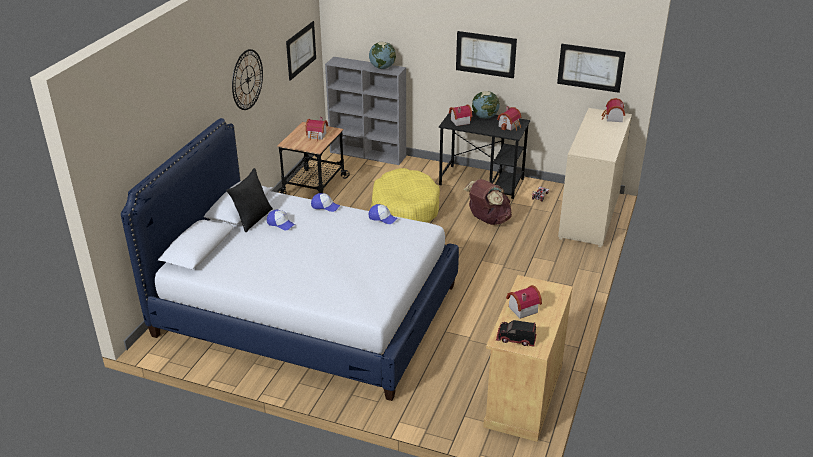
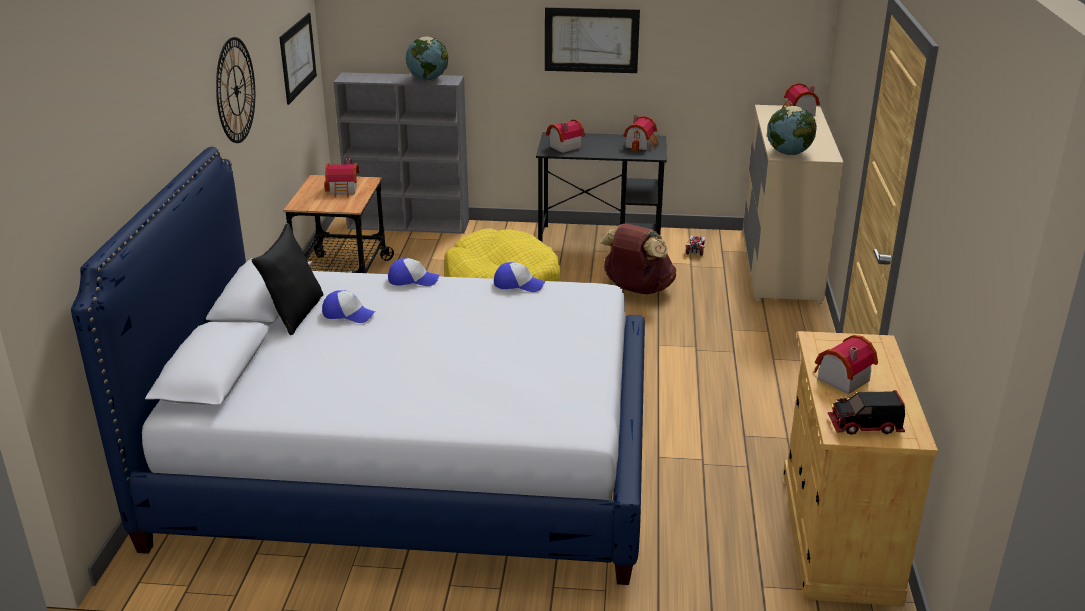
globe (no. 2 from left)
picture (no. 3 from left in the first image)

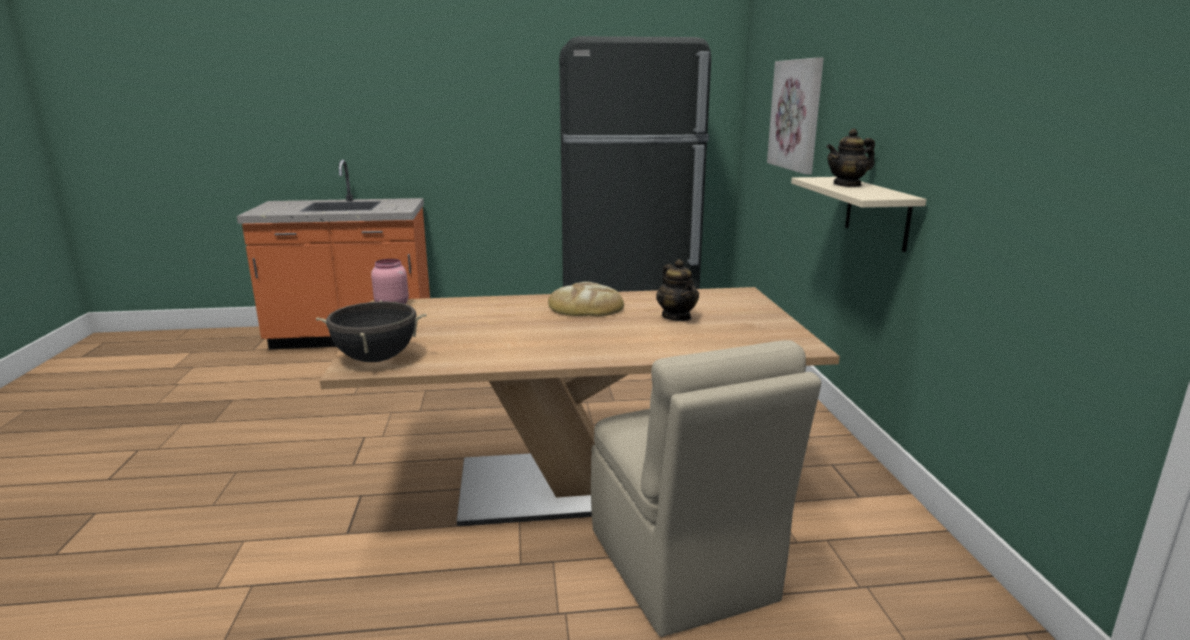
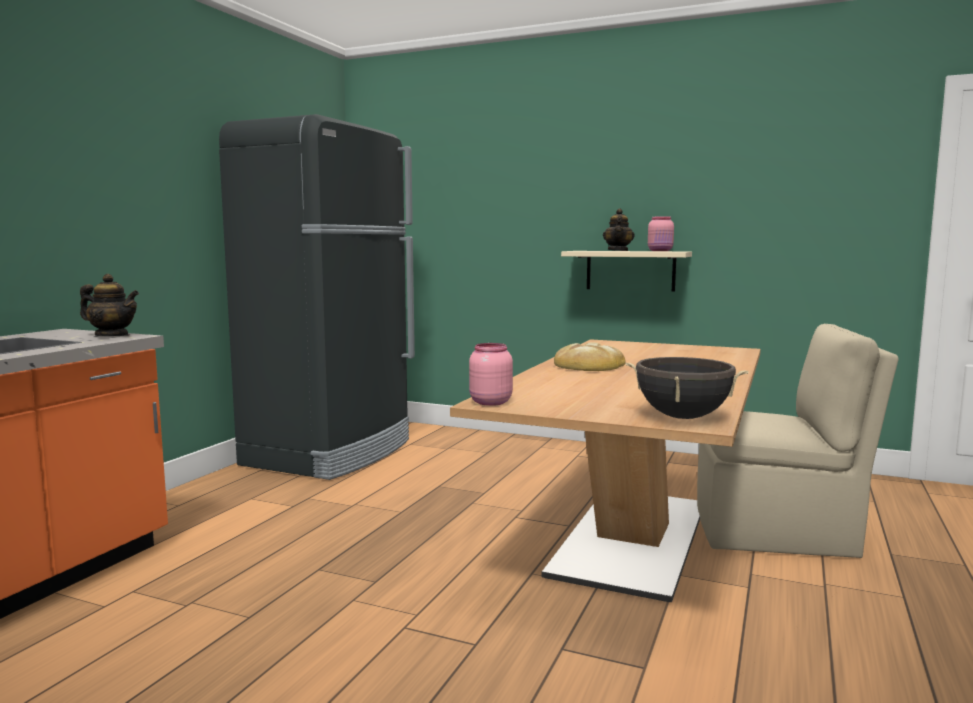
teapot (no. 1 from left)
picture
jar in pink (no. 2 from left)

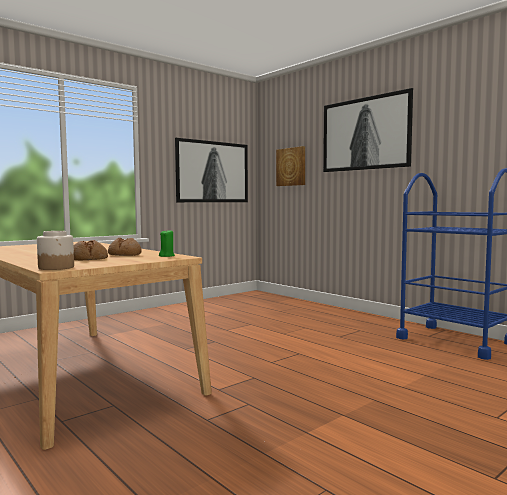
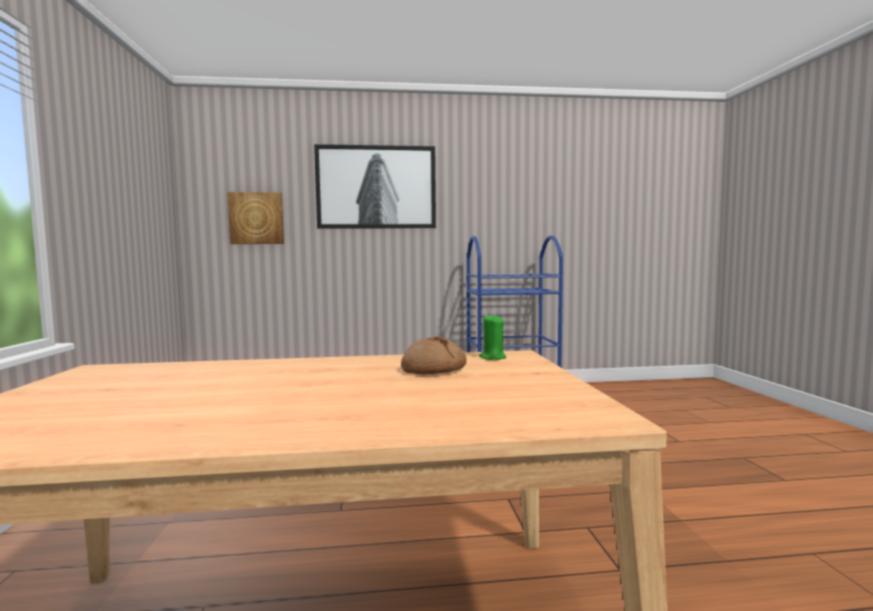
jar
bread (no. 1 from left in the first image)
picture (no. 1 from left in the first image)

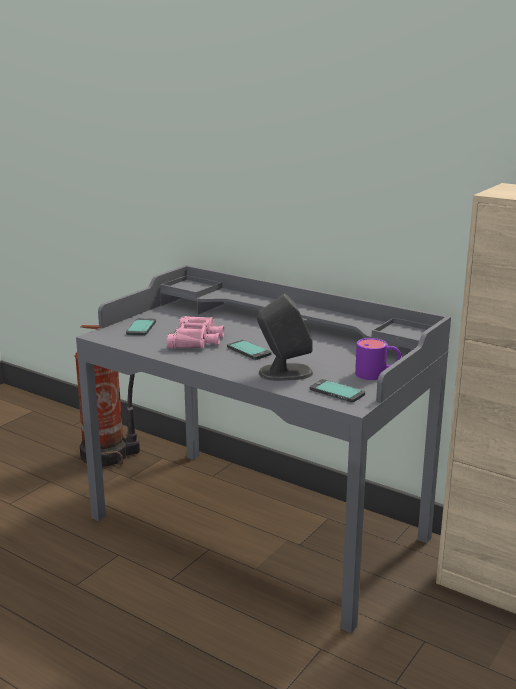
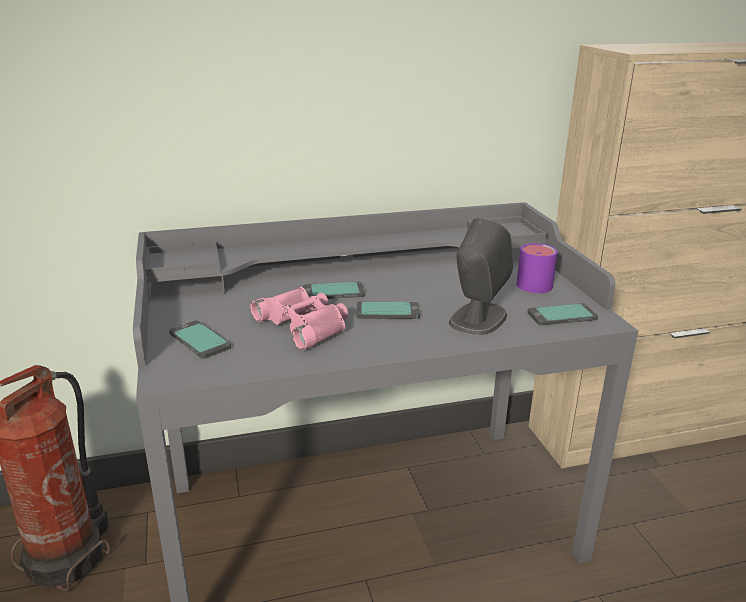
phone (no. 2 from left)

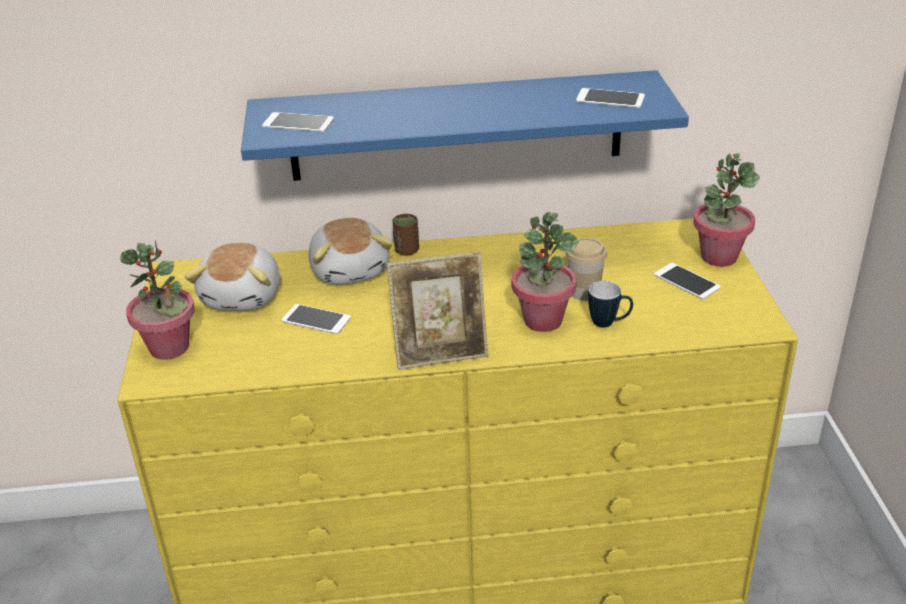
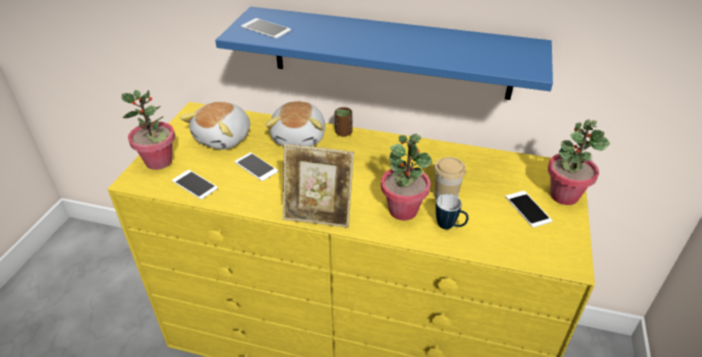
phone (no. 1 from left)

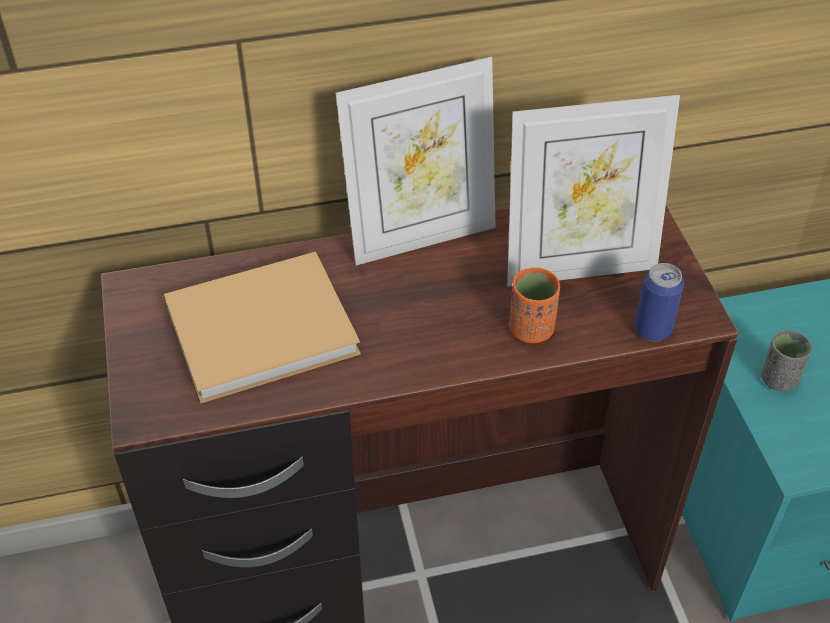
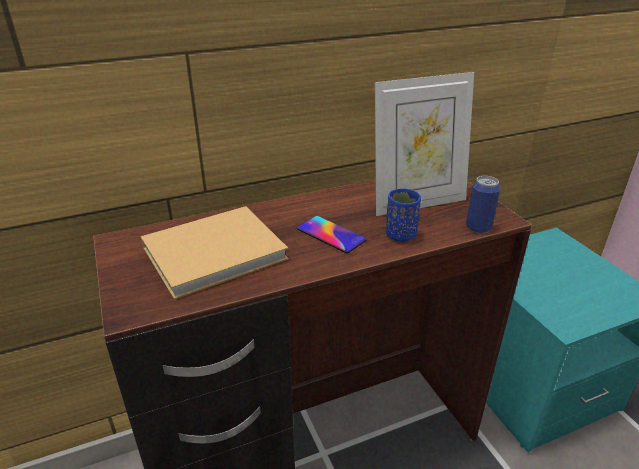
picture frame (no. 1 from left in the first image)
cup in blue
cup in grey
phone

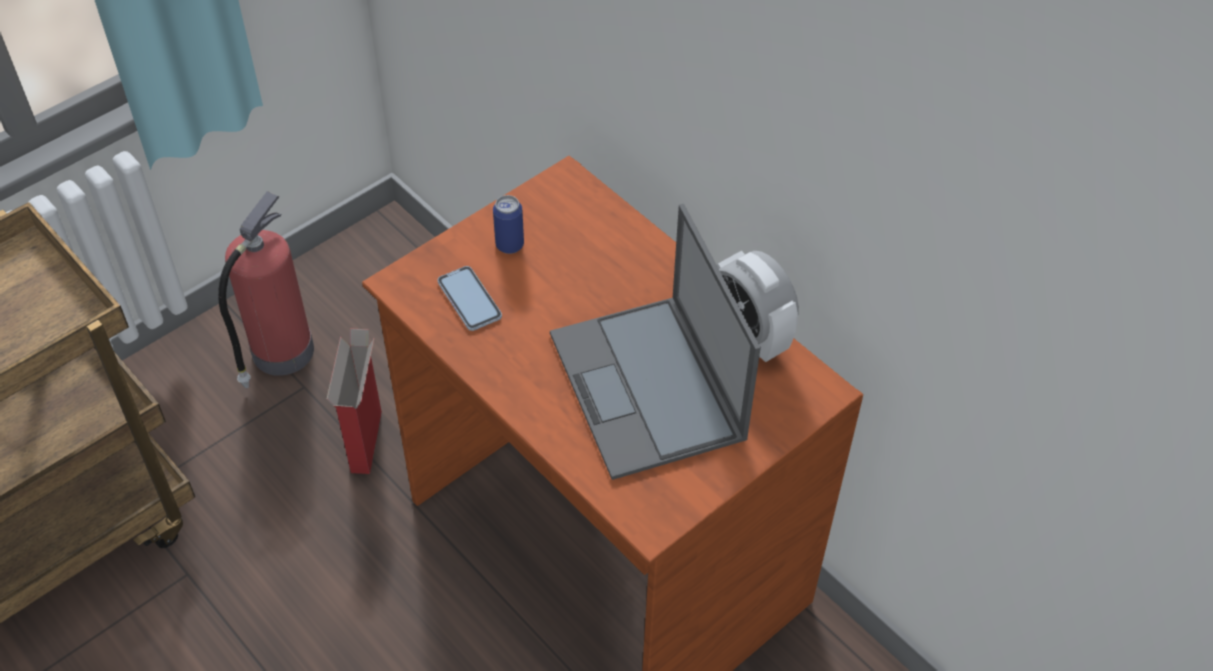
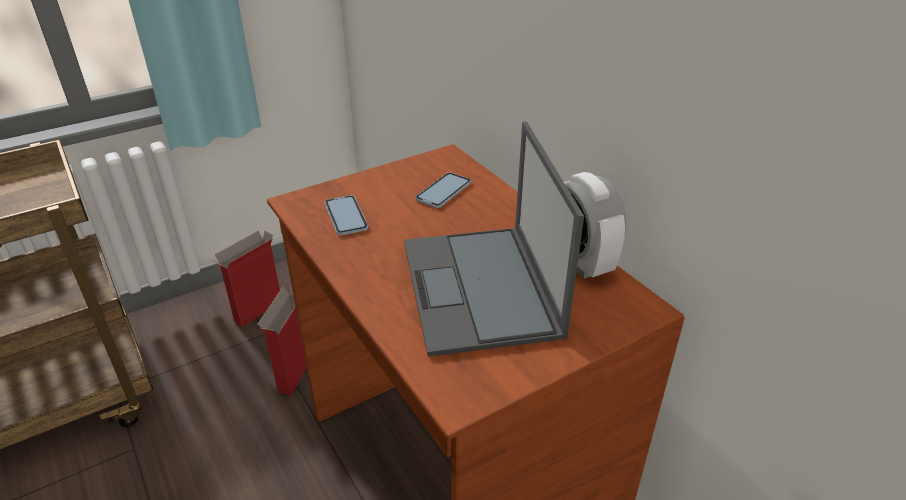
cardboard box (no. 1 from left)
can
phone (no. 2 from left)

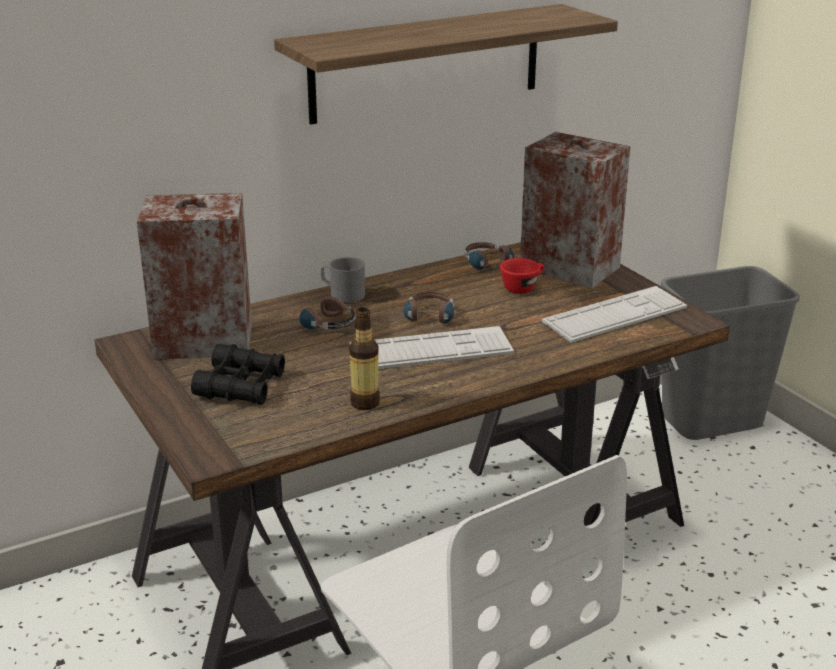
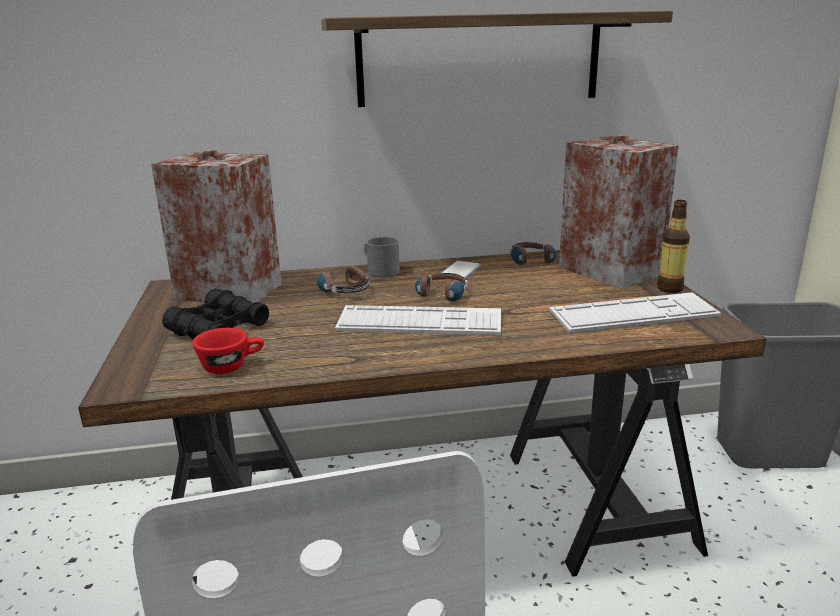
bottle
cup in red
phone

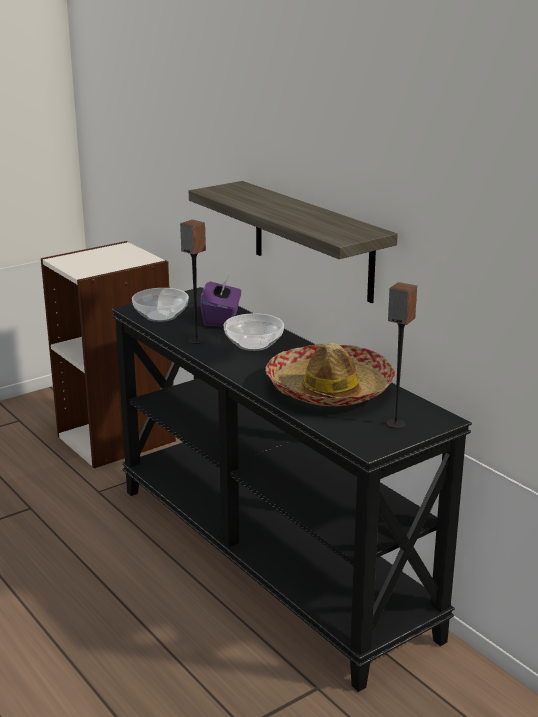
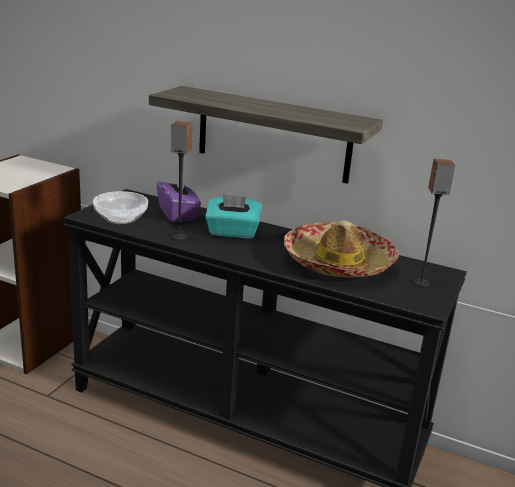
tissue box in turquoise

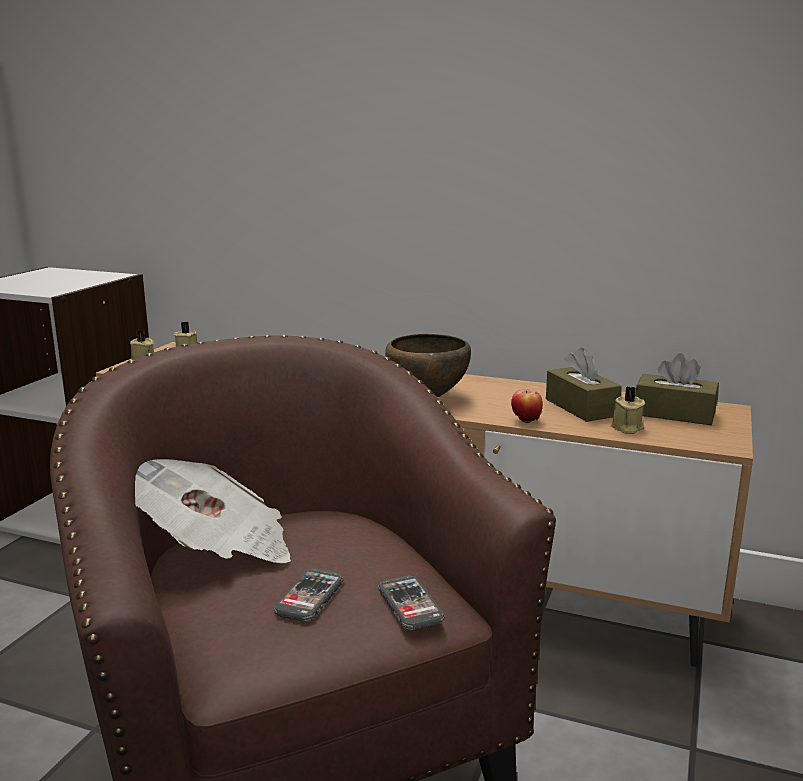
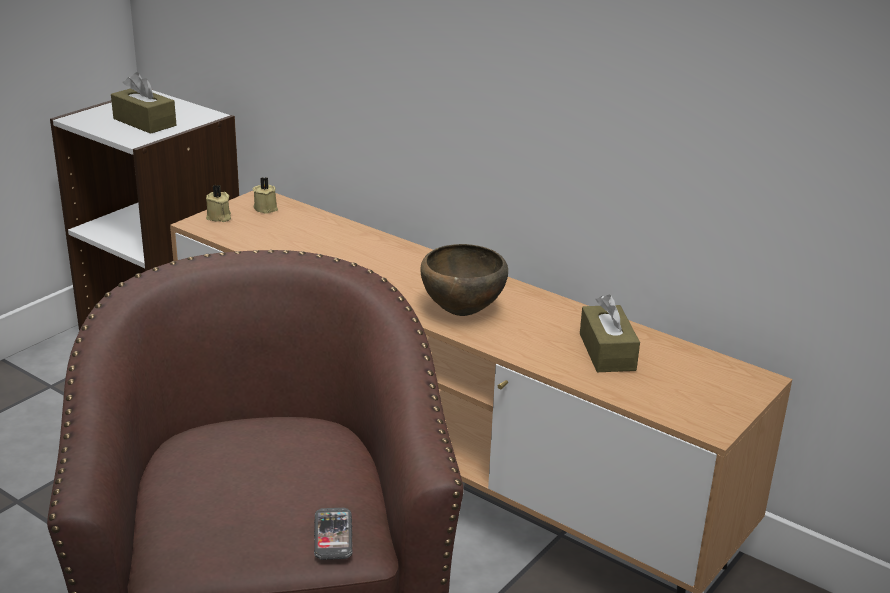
newspaper
phone (no. 1 from left in the first image)
apple
candle in beige (no. 3 from left in the first image)
tissue box in brown (no. 1 from left)

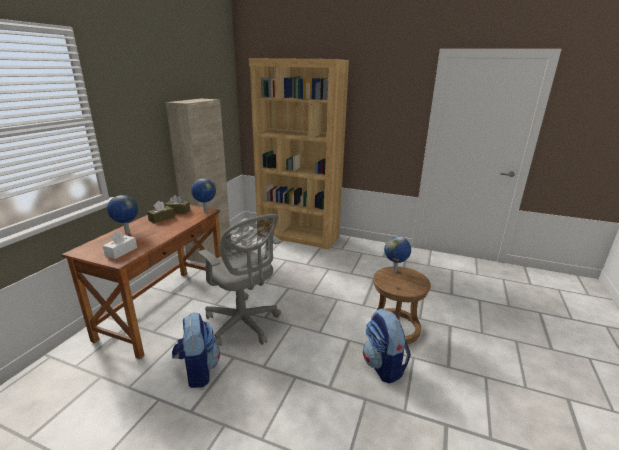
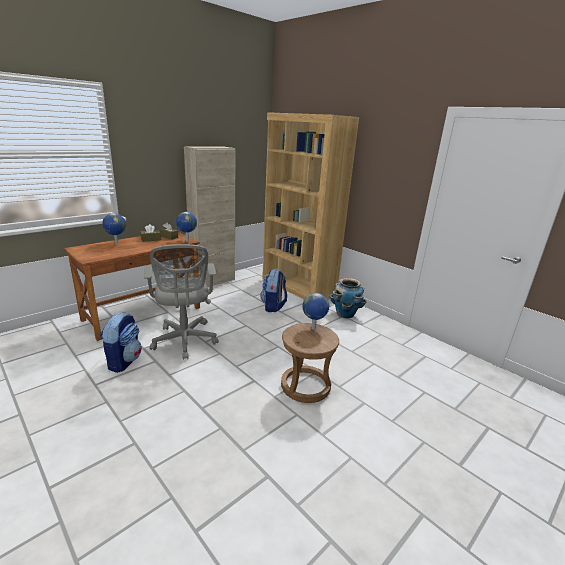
tissue box in white
backpack (no. 2 from left)
planter

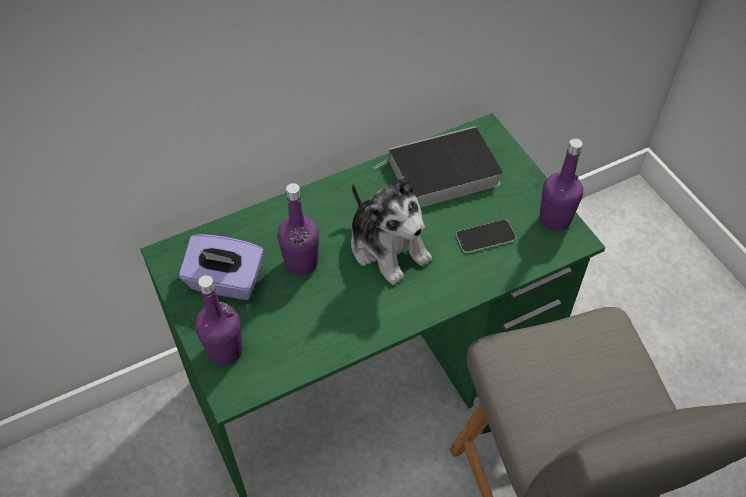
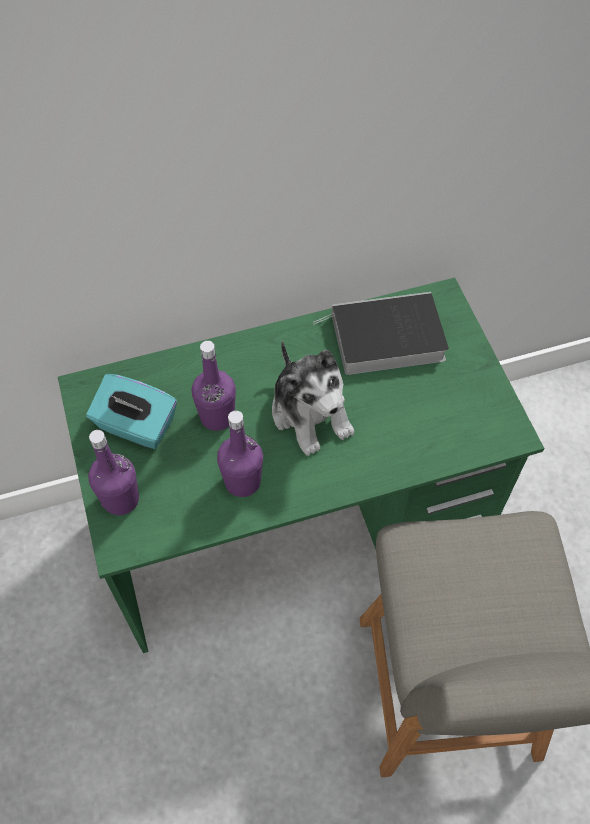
tissue box in turquoise
phone
bottle in purple (no. 3 from left)

